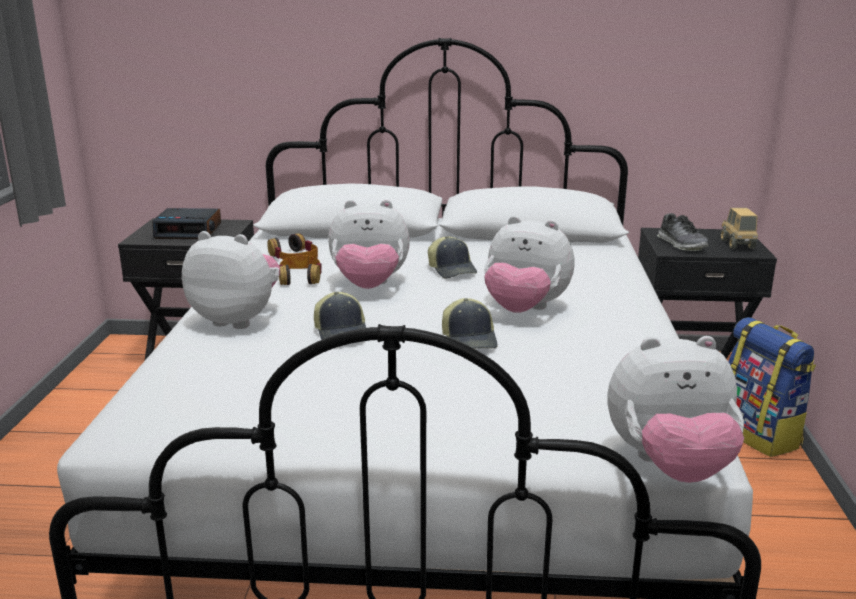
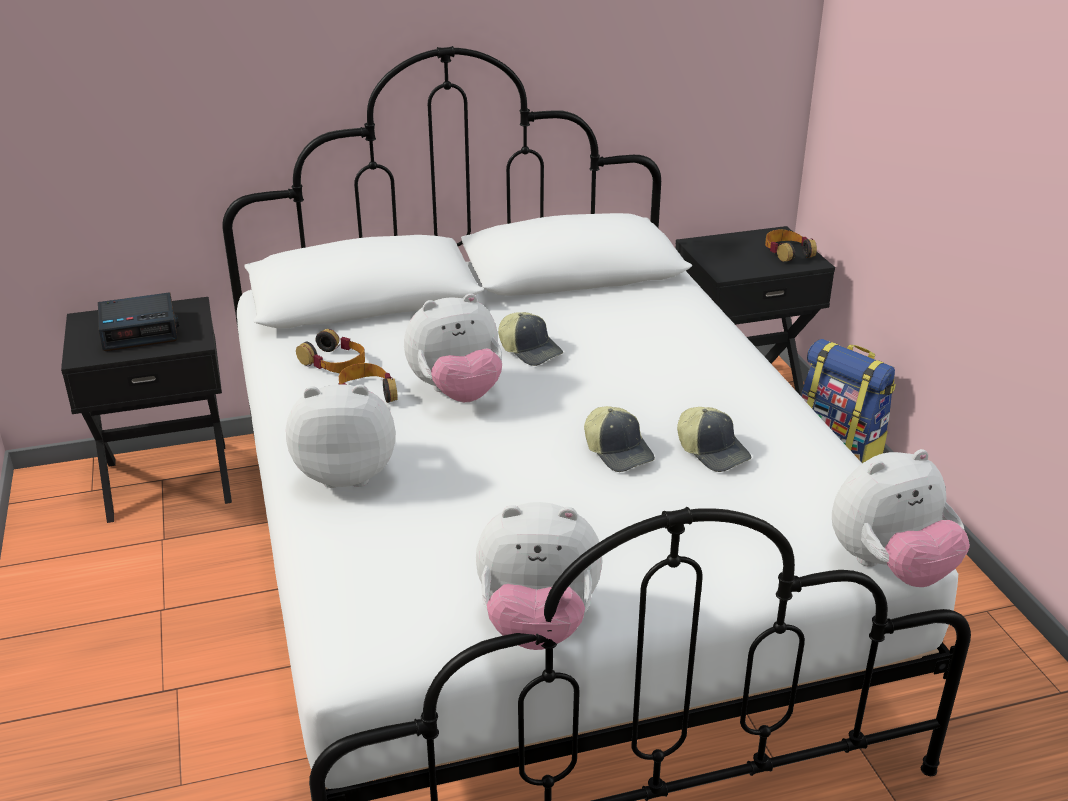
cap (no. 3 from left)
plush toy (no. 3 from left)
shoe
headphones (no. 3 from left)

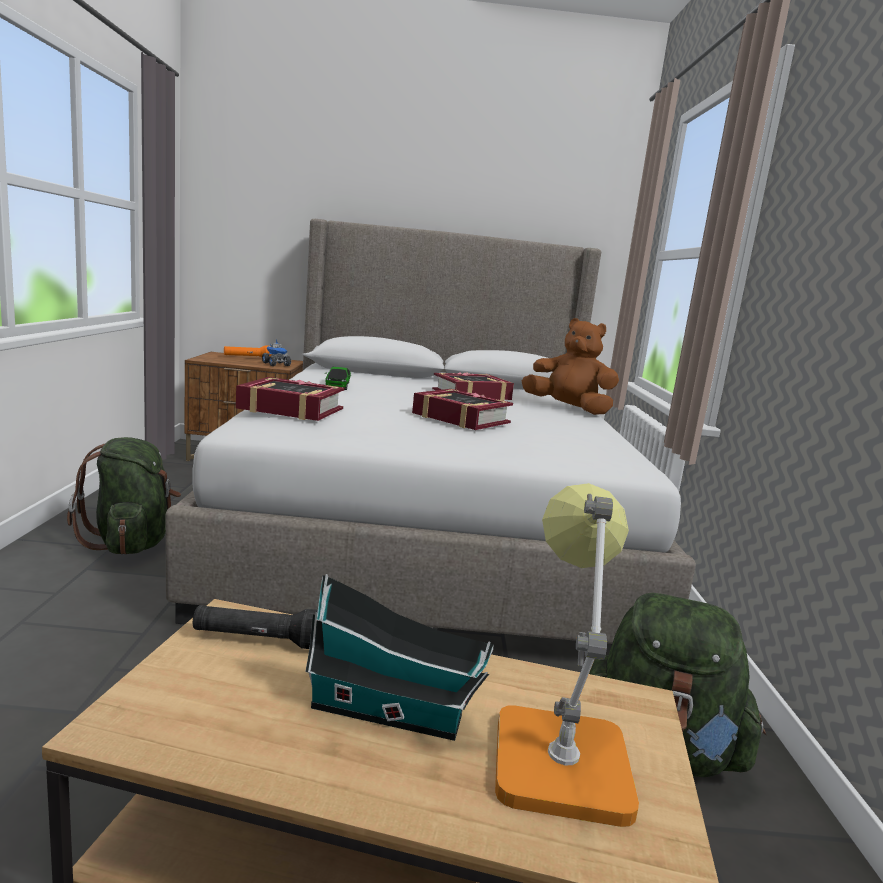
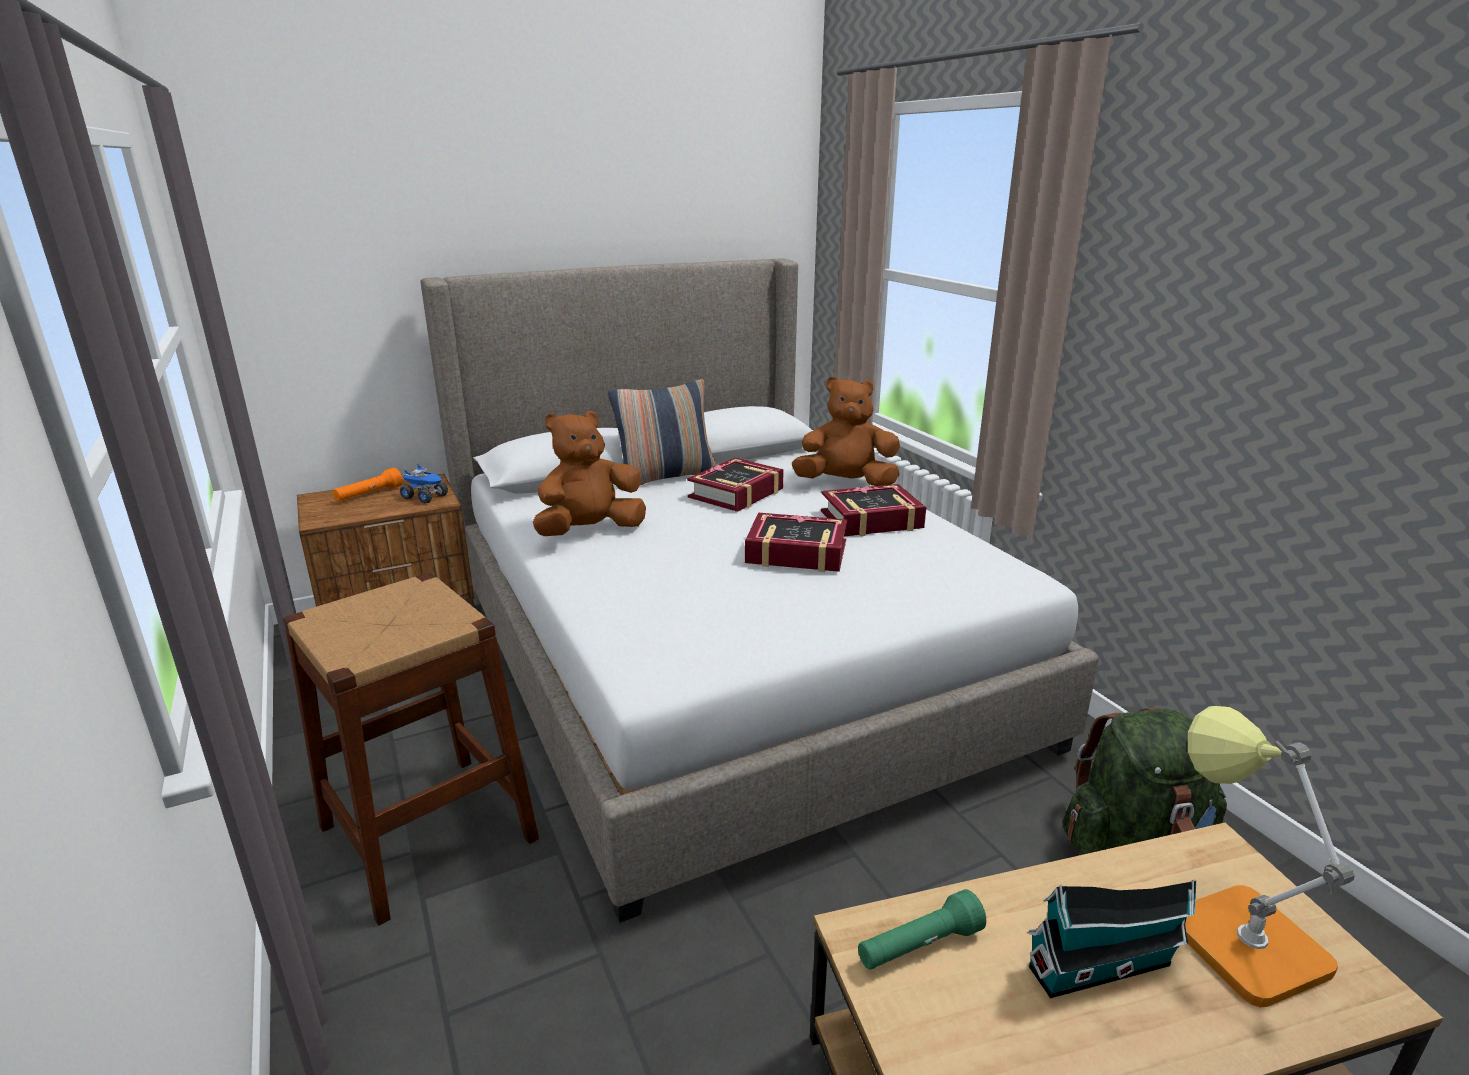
stool in brown
flashlight in green
book (no. 3 from left)
plush toy in brown (no. 1 from left)
pillow

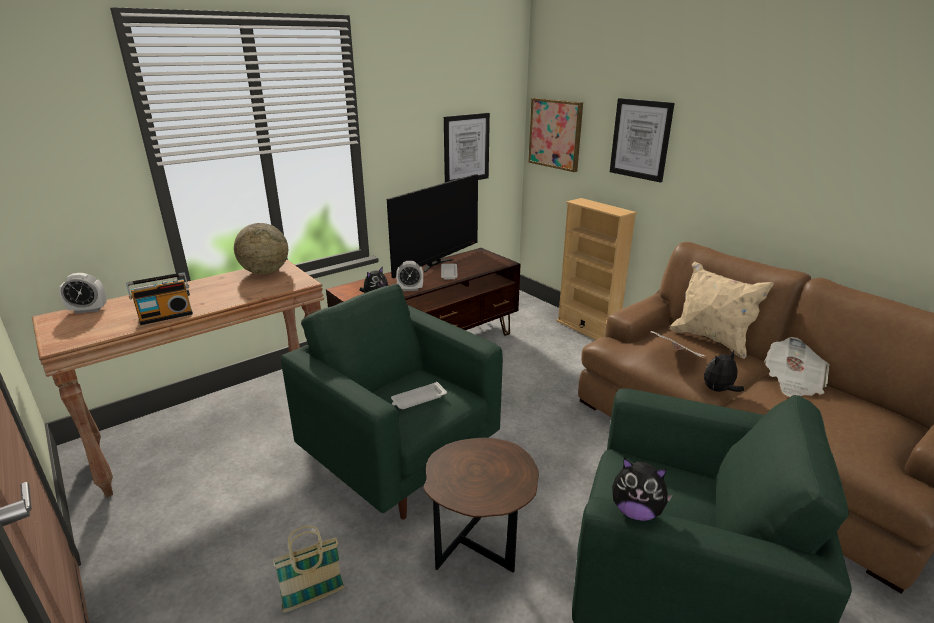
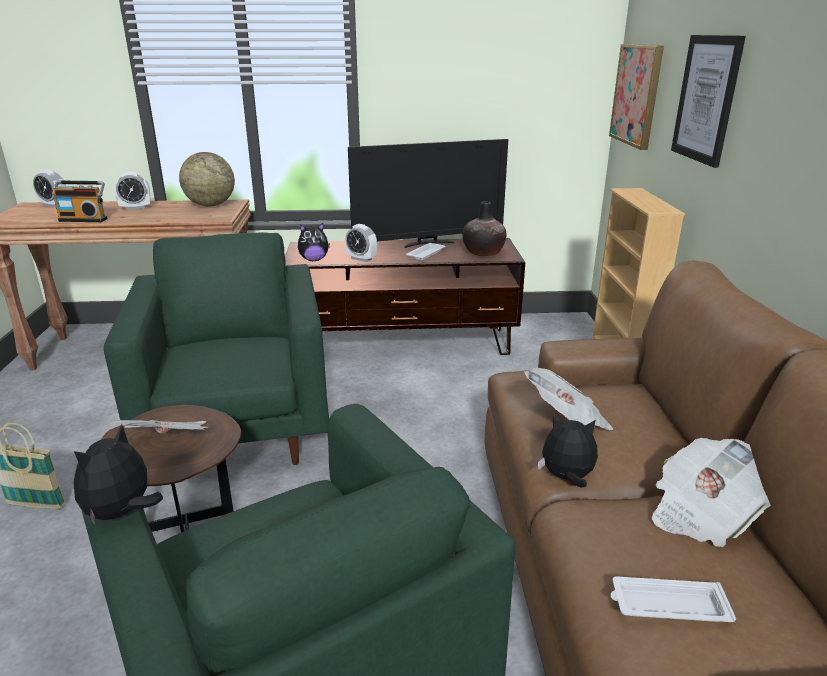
tray in white (no. 2 from left)
picture (no. 1 from left in the first image)
plush toy (no. 1 from left)
pillow in beige
newspaper (no. 1 from left)
alarm clock (no. 2 from left)
vase

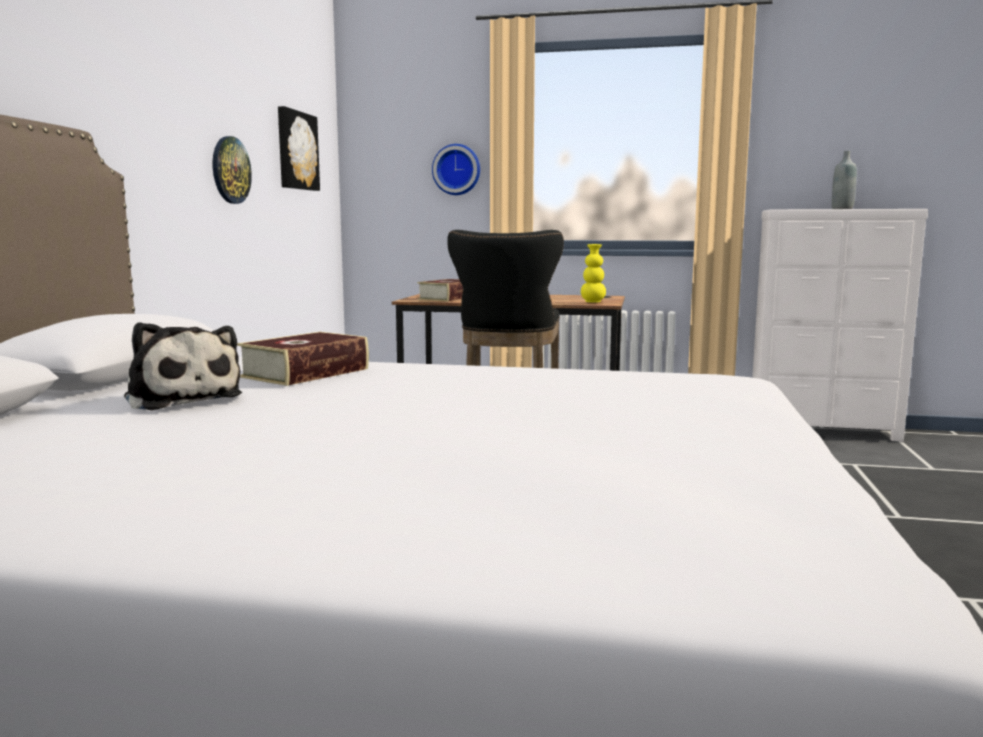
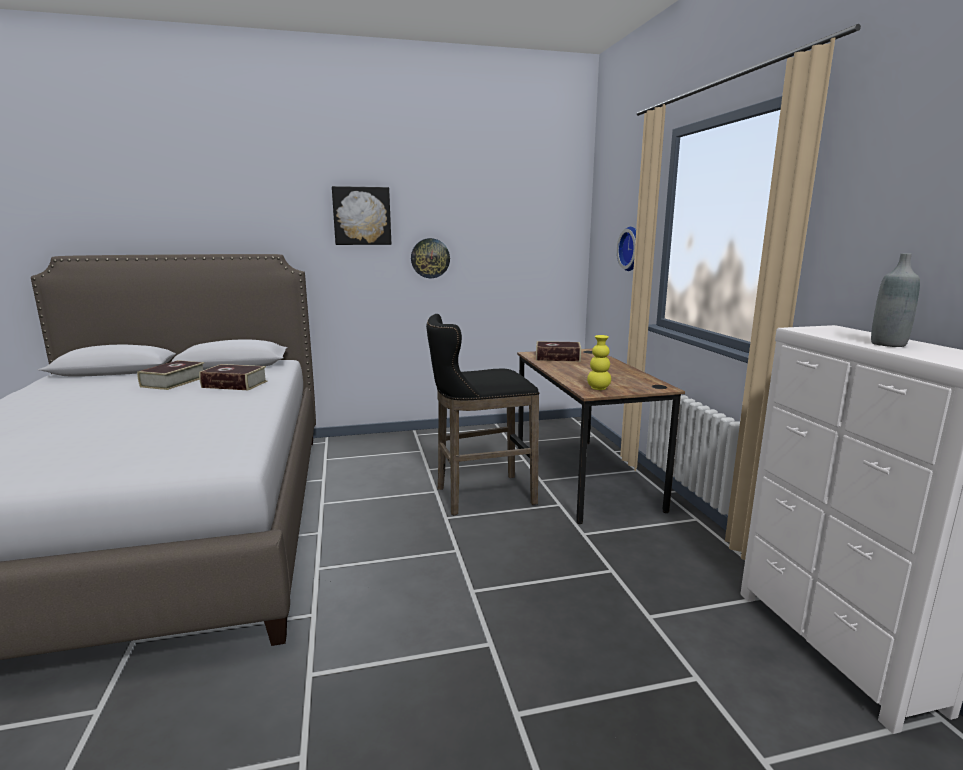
book (no. 1 from left)
picture

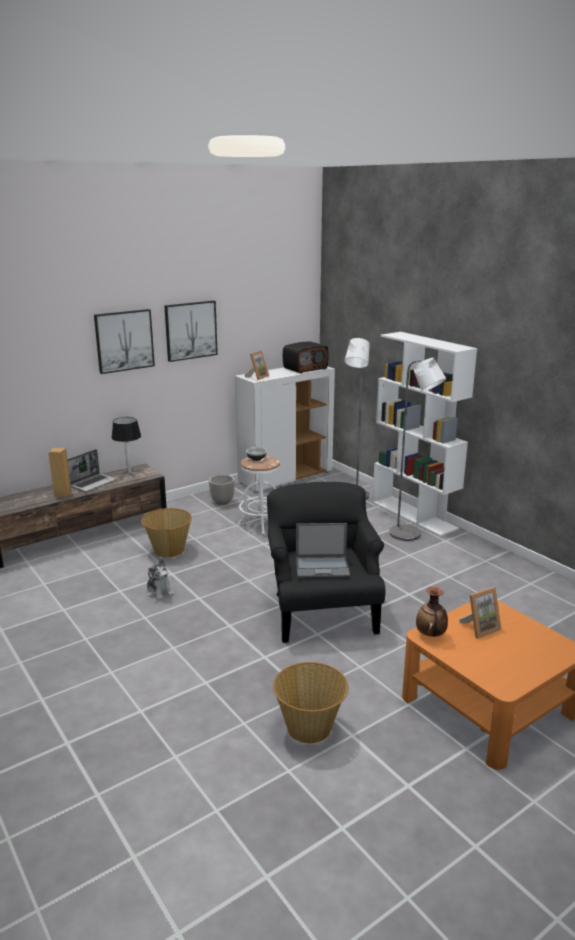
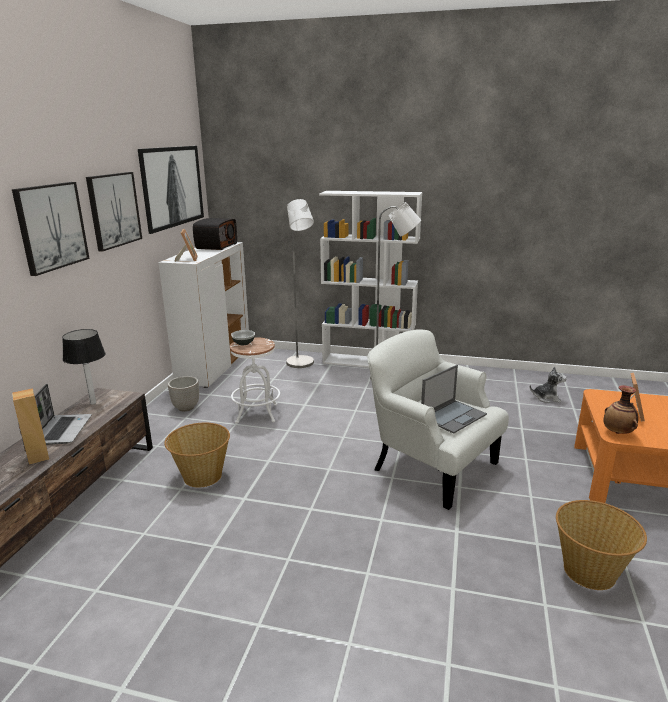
plush toy
armchair in white
picture (no. 3 from left)

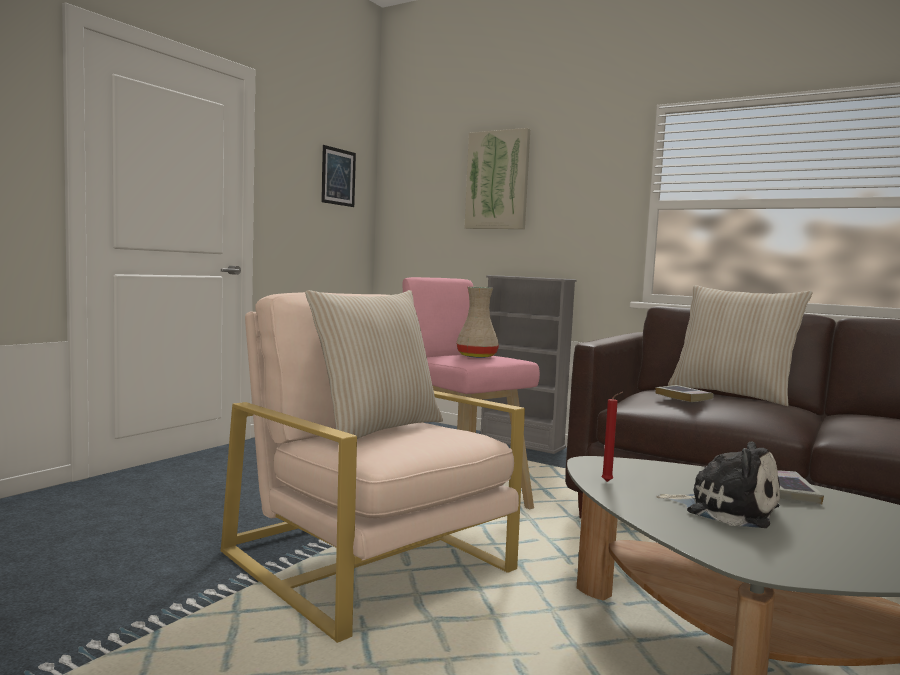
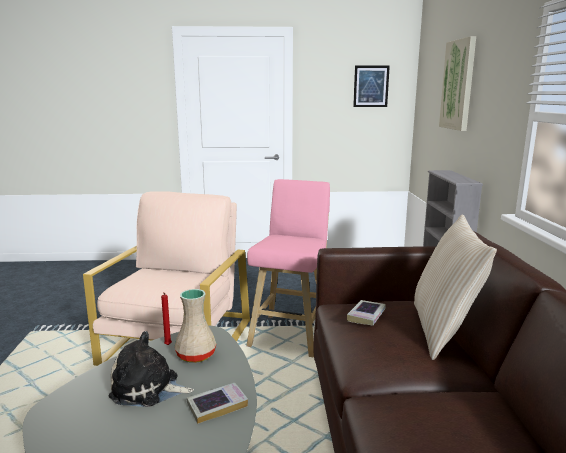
pillow in beige (no. 1 from left in the first image)
vase in beige
plush toy

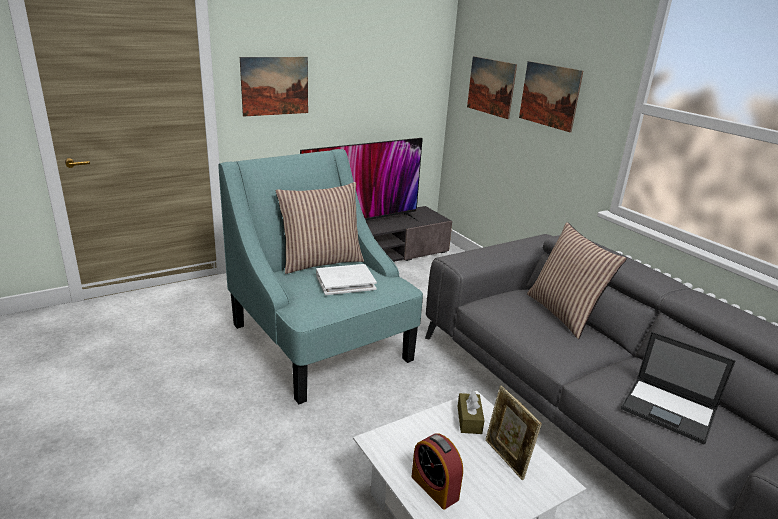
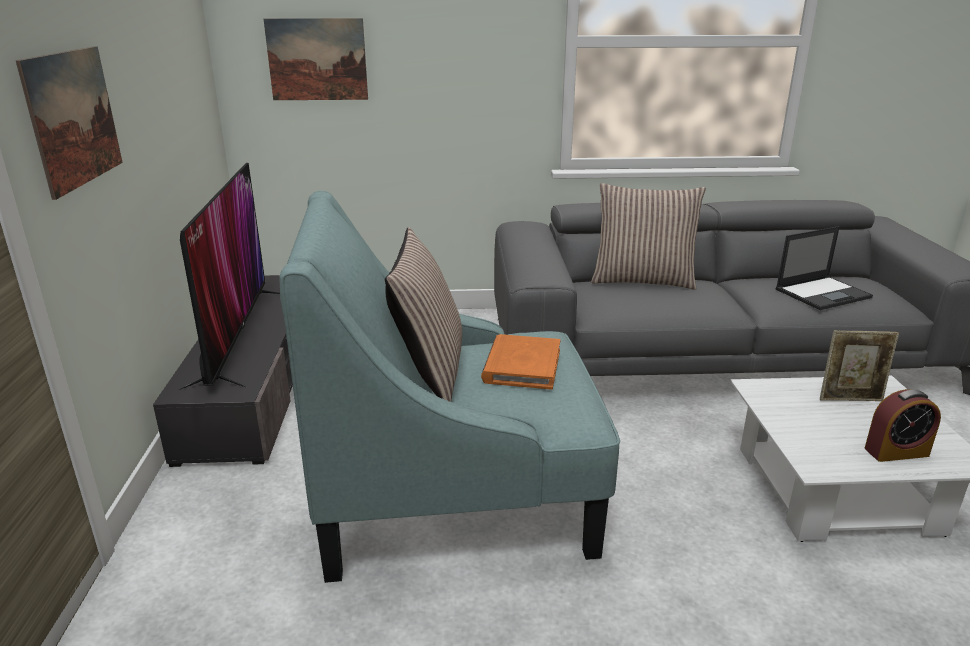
book in orange
tissue box in brown
picture (no. 3 from left in the first image)

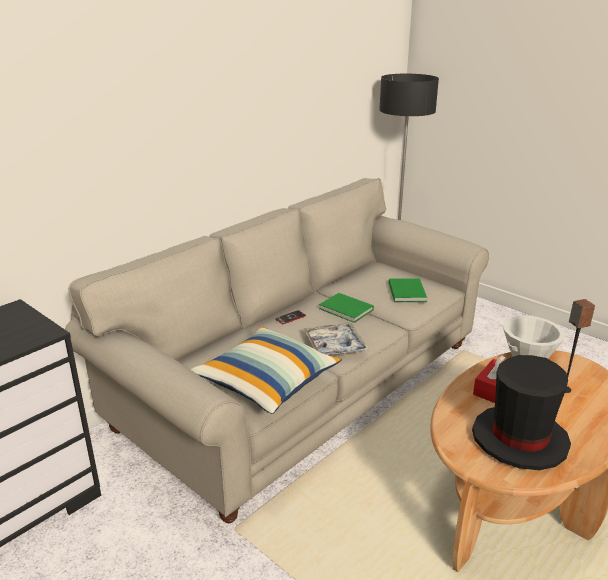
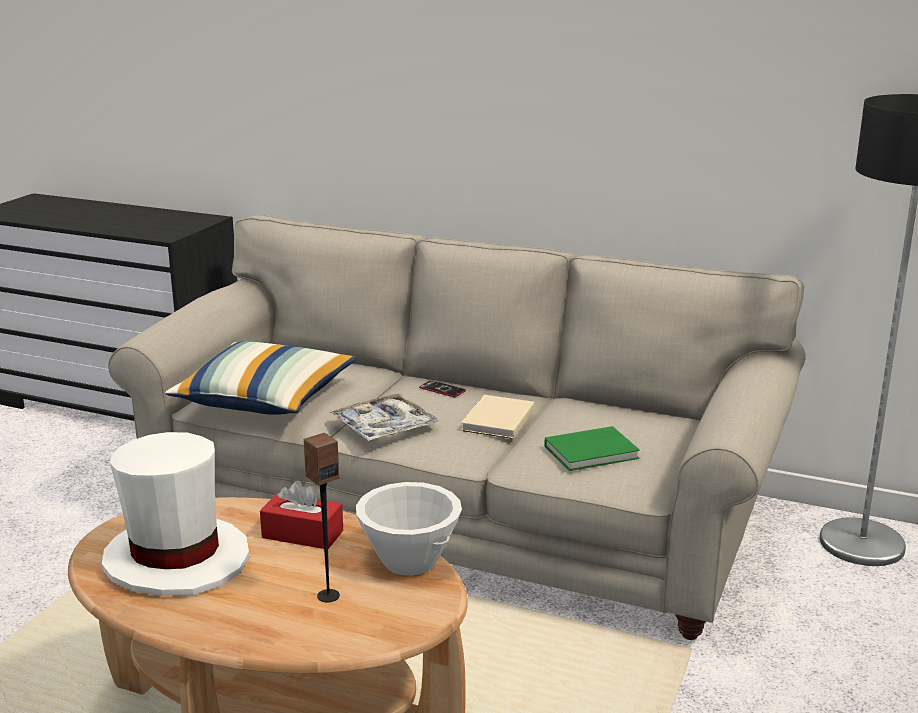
book in beige
hat in white

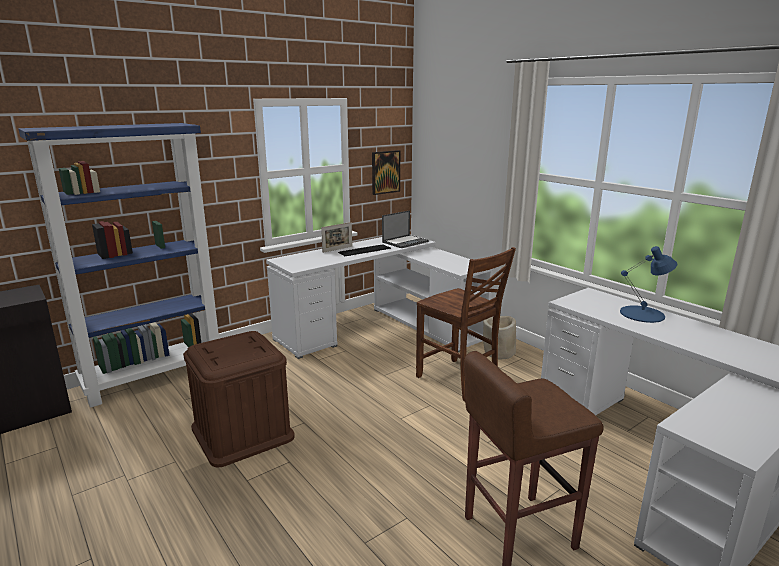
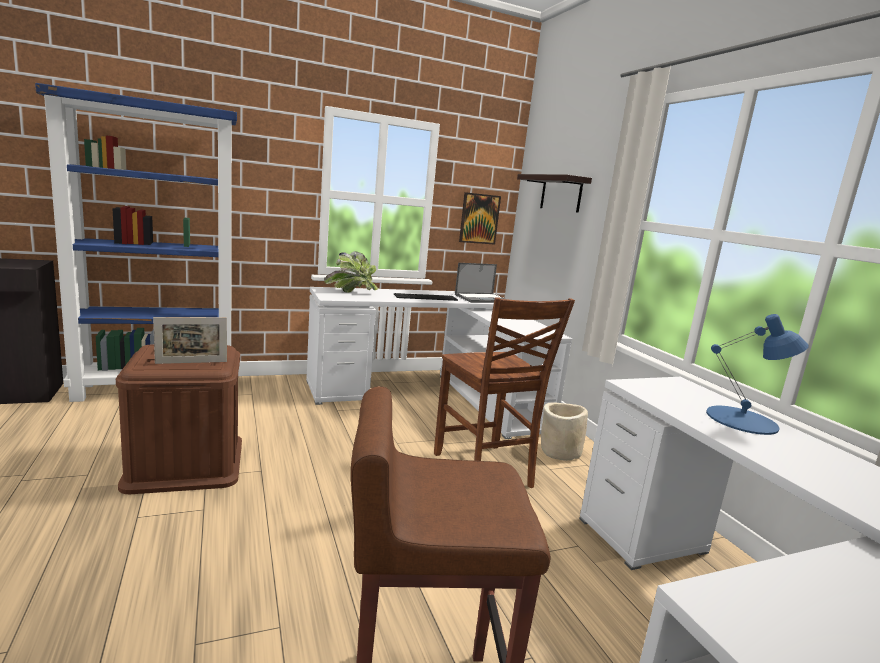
picture frame
potted plant
shelf

